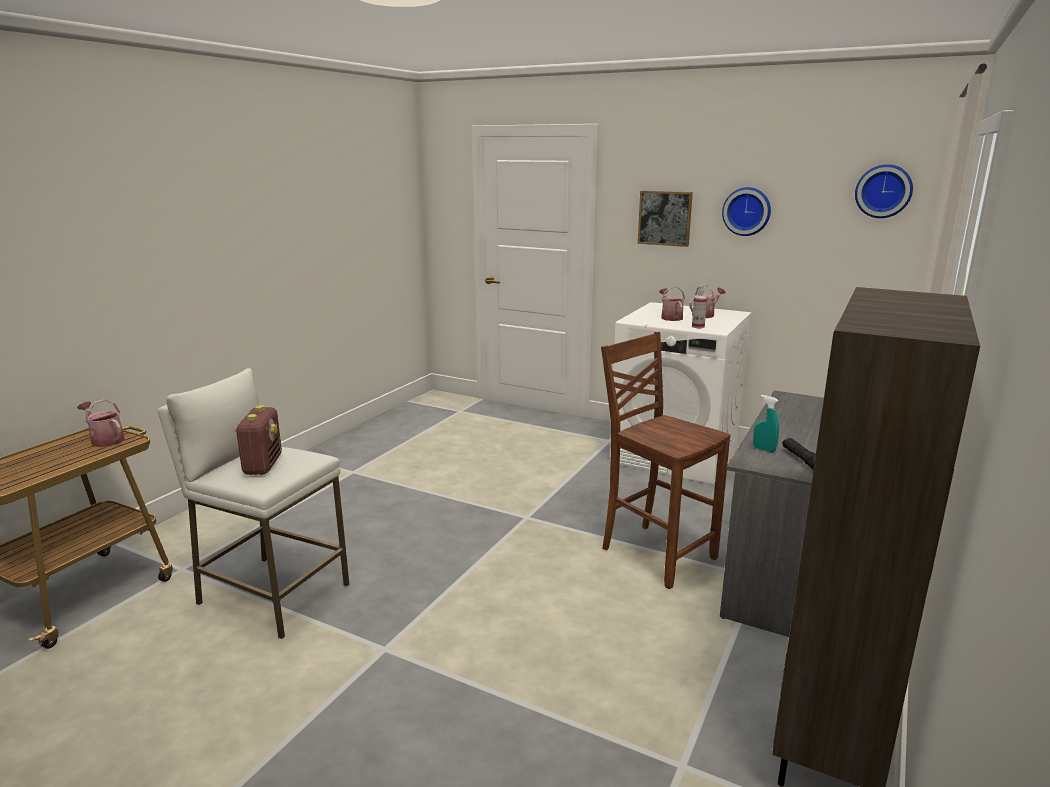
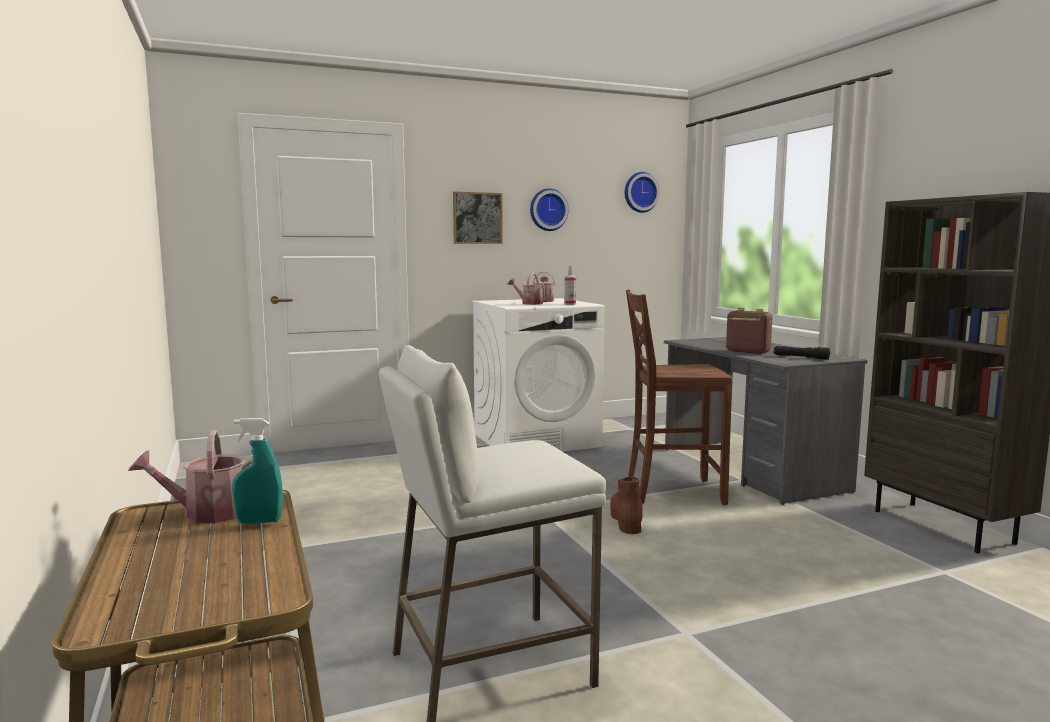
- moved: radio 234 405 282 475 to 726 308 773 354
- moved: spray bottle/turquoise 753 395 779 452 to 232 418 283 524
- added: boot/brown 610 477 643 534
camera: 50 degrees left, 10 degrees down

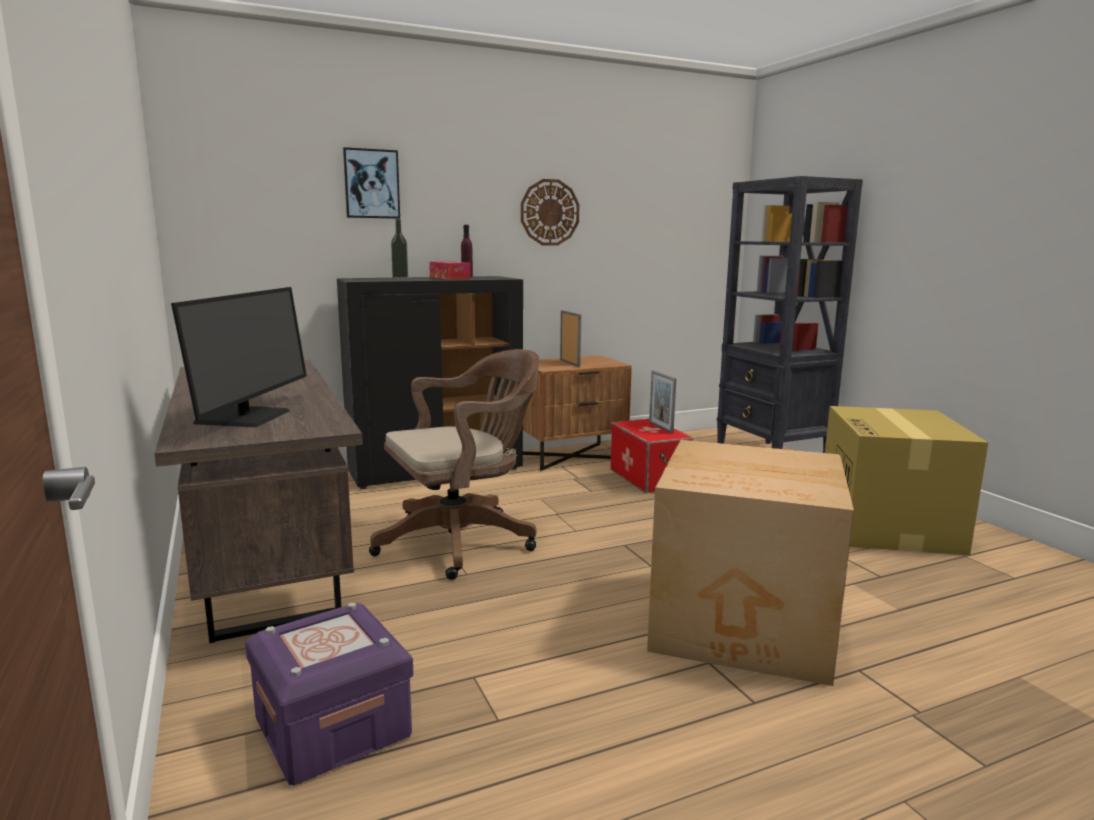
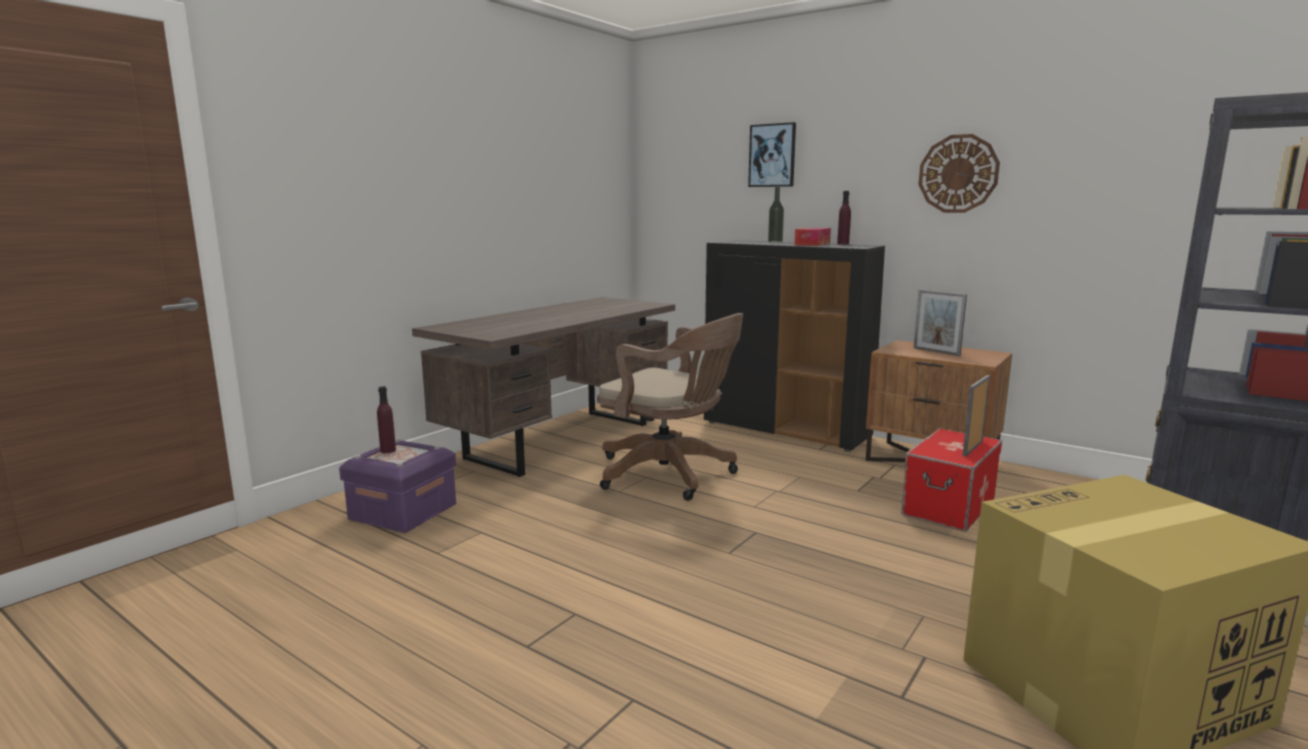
- removed: monitor 171 287 307 427
- turned: picture frame 560 310 581 367 = 914 289 967 356 105 degrees clockwise
- removed: cardboard box 647 440 854 686
- added: bottle/purple 377 386 396 453
camera: 60 degrees right, 0 degrees up

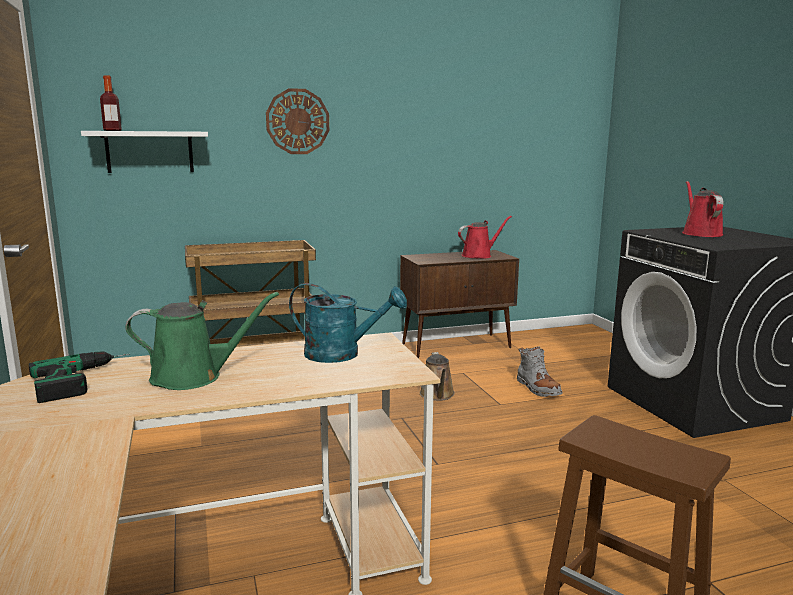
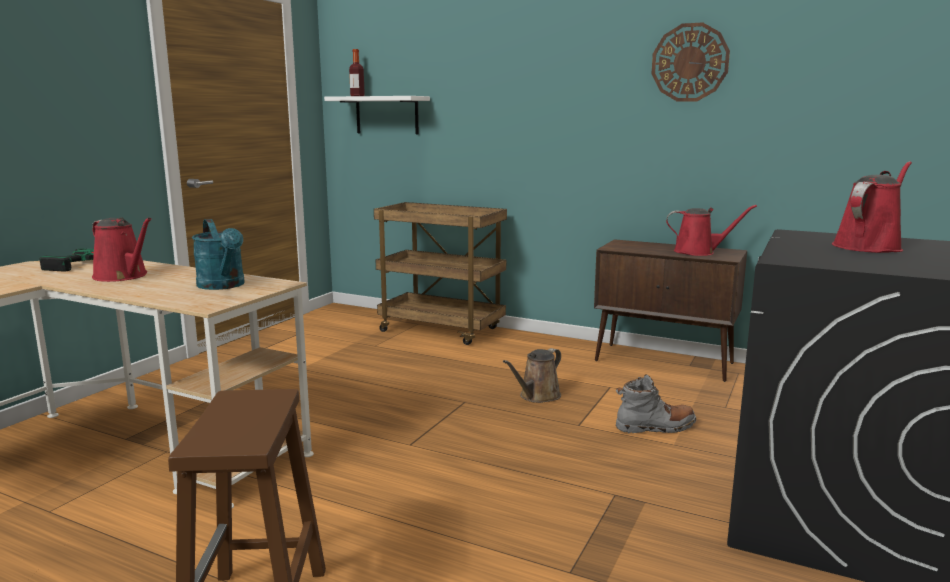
- recoloured: watering can/green 125 292 279 390 to watering can/red 92 217 152 282
- moved: wall clock 266 88 329 154 to 652 22 730 102
- turned: boot/grey 517 346 563 397 = 616 374 696 434 120 degrees counterclockwise
camera: 45 degrees right, 0 degrees up

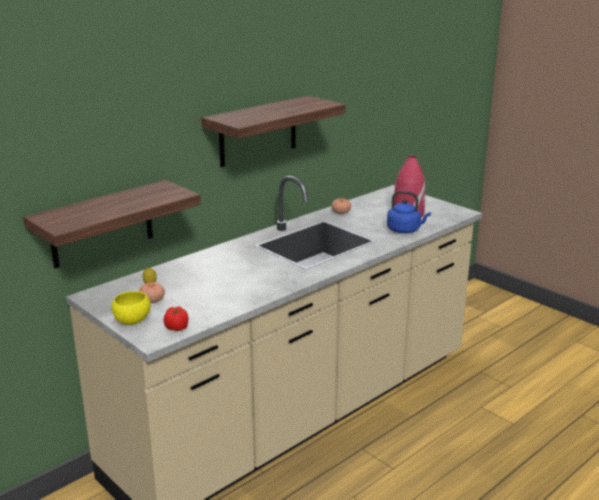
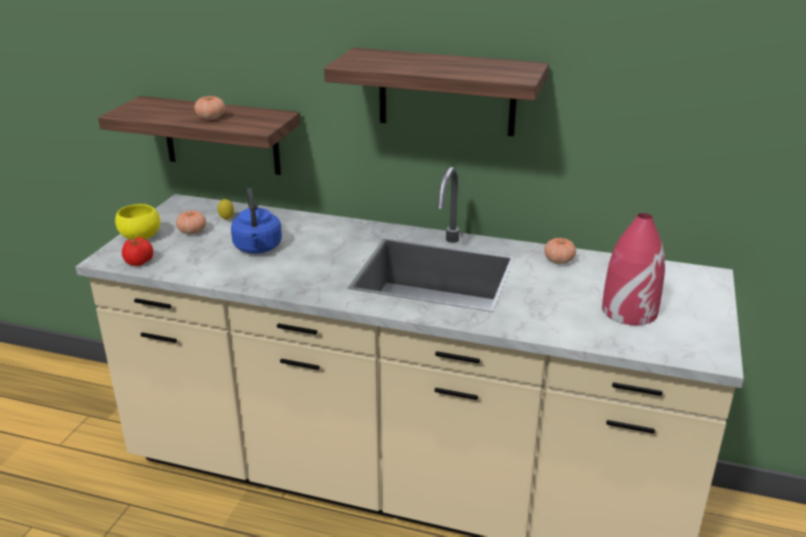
- moved: kettle/blue 387 191 431 233 to 231 188 282 254
- added: tomato 194 96 225 120
camera: 60 degrees right, 5 degrees up

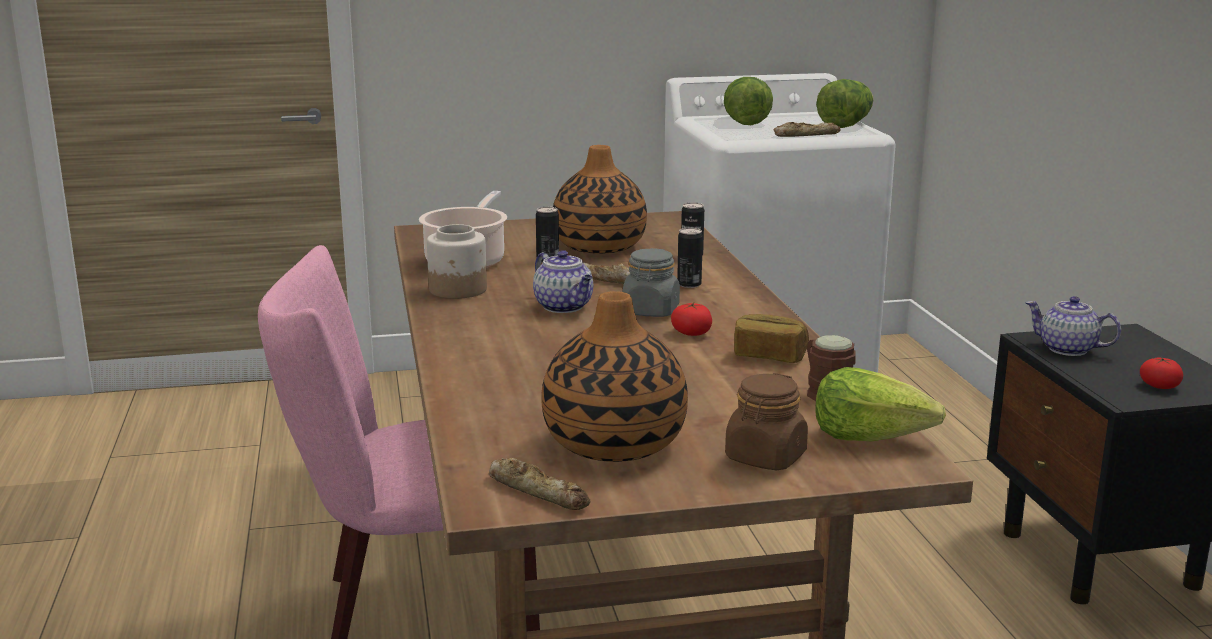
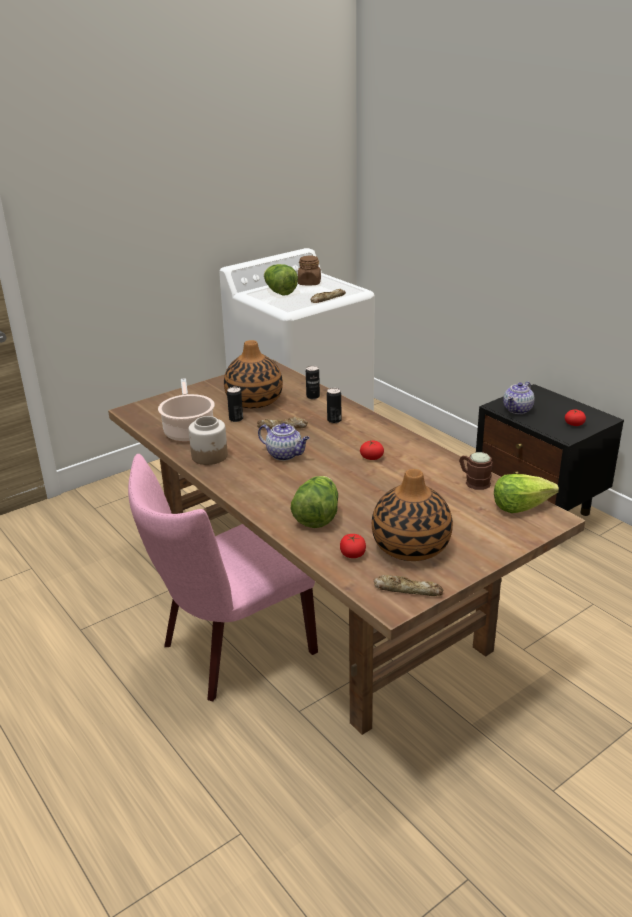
- removed: jar/grey 622 248 680 317
- moved: jar/brown 725 373 808 470 to 298 256 321 286
- removed: bread 734 314 809 363
- moved: lettuce 816 79 874 128 to 291 476 338 528
- turned: teapot 1025 296 1121 356 = 503 381 534 414 60 degrees counterclockwise
- added: tomato 340 534 366 558
camera: 25 degrees left, 10 degrees up

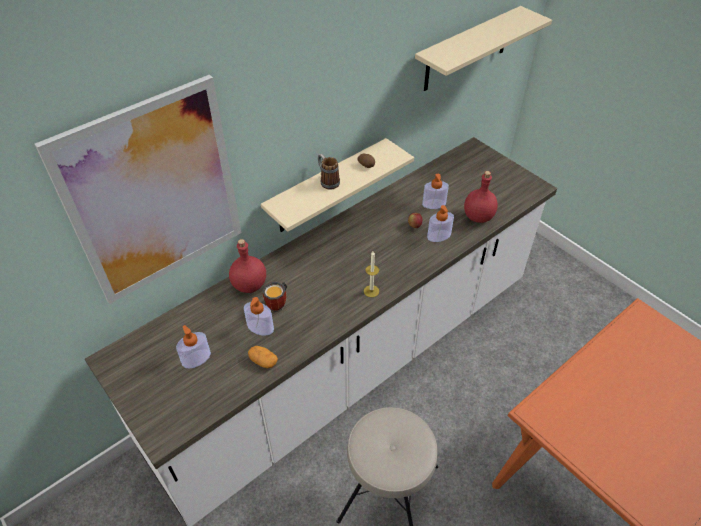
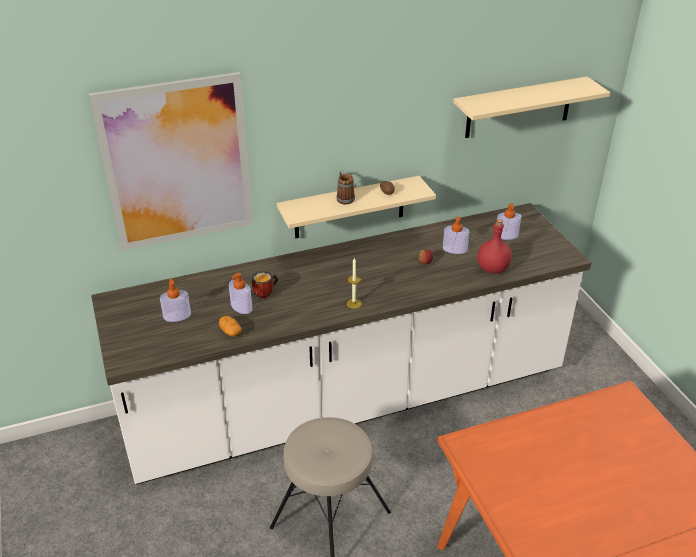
- removed: bottle/red 229 239 266 293
- moved: soap dispenser 427 205 454 242 to 497 203 522 240
camera: 20 degrees right, 10 degrees down

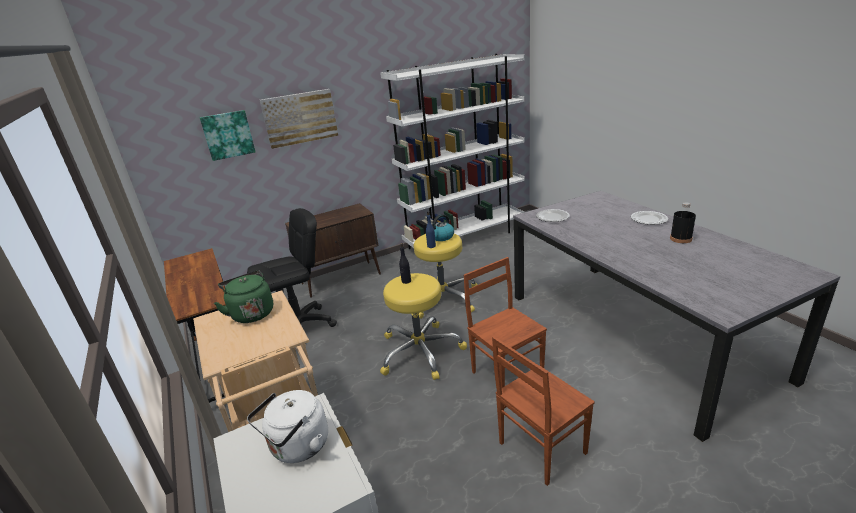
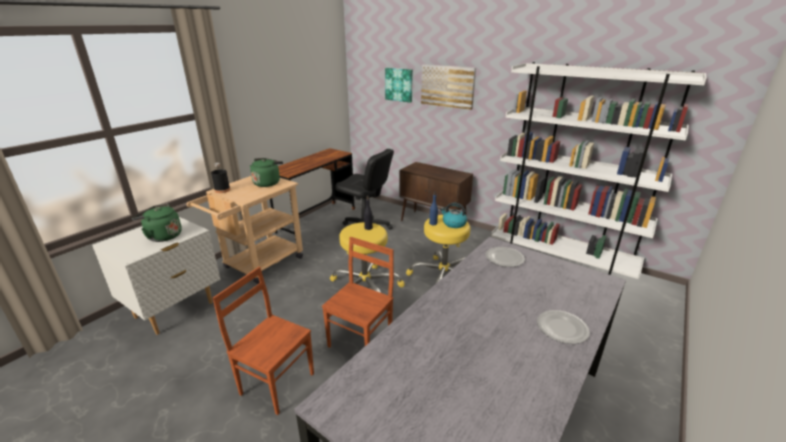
- recoloured: kettle/white 247 390 328 463 to kettle/green 132 204 182 242
- moved: bottle/black 670 203 696 243 to 211 163 230 193
camera: 60 degrees right, 0 degrees up

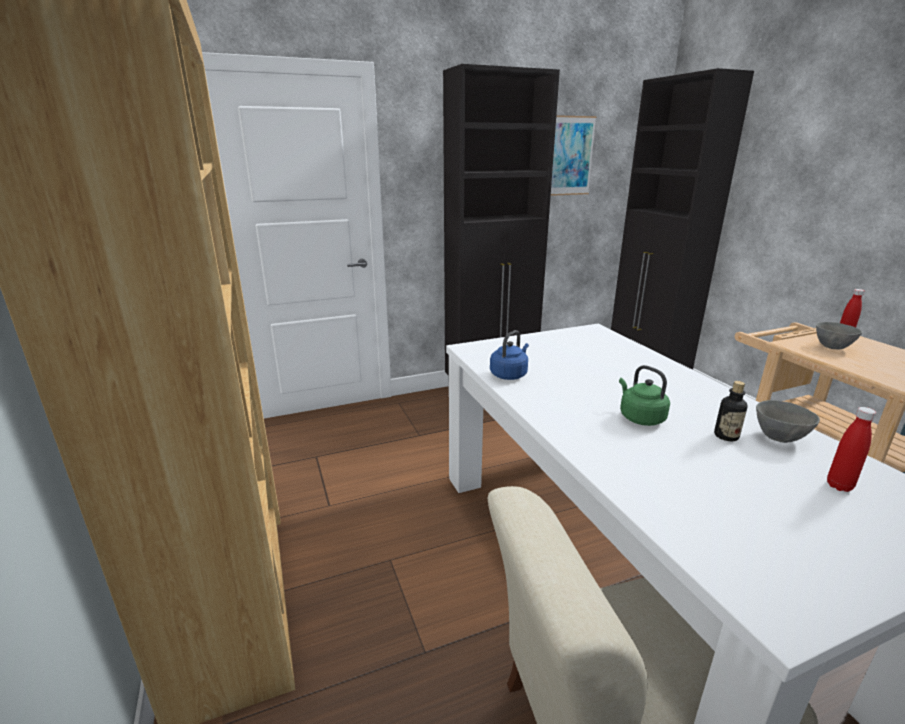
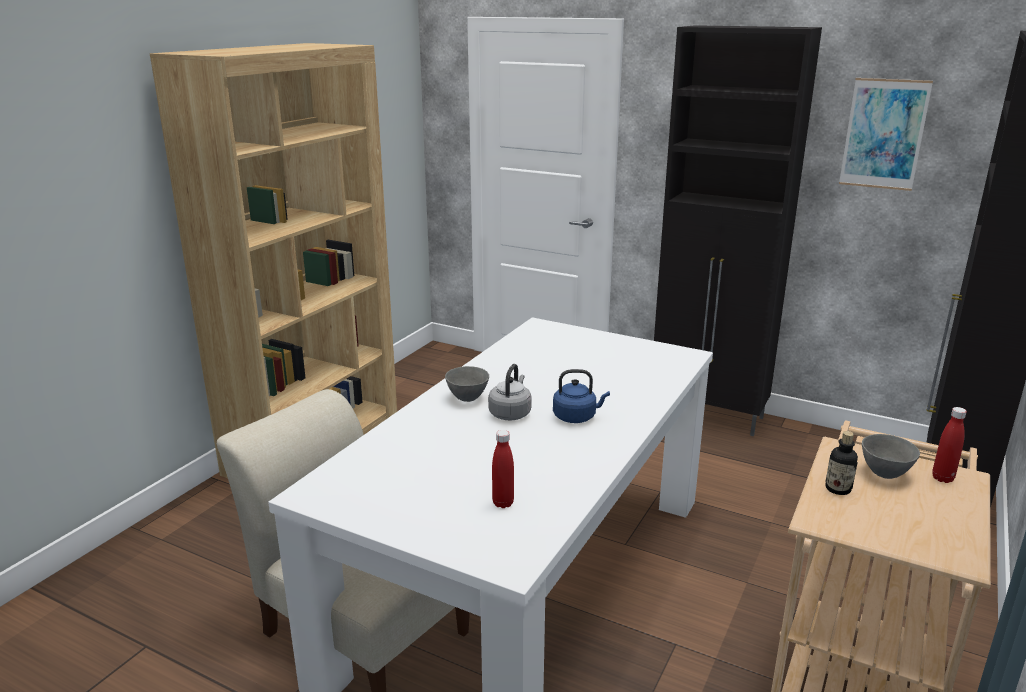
- moved: kettle/blue 490 330 529 380 to 553 369 610 423
- recoloured: kettle/green 619 365 670 426 to kettle/grey 488 364 532 421
- moved: bottle 714 381 748 441 to 826 431 858 495
- moved: bowl/grey 756 400 820 443 to 445 366 489 402
camera: 50 degrees right, 0 degrees up

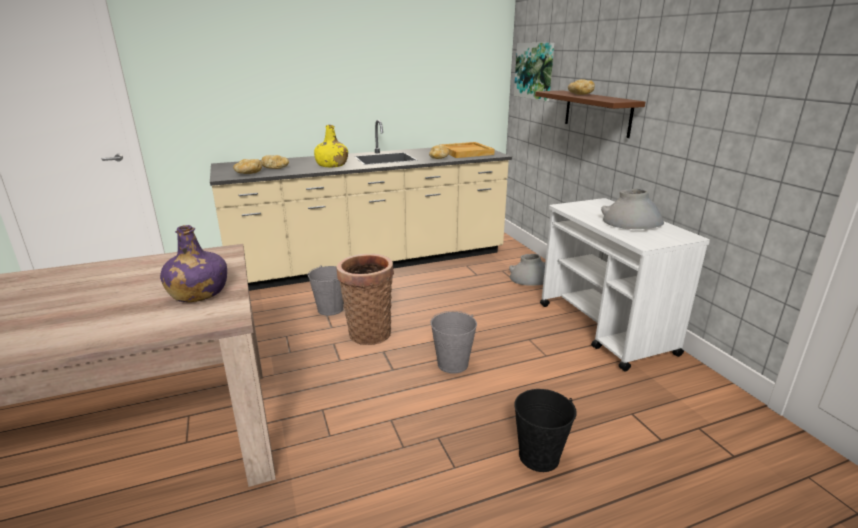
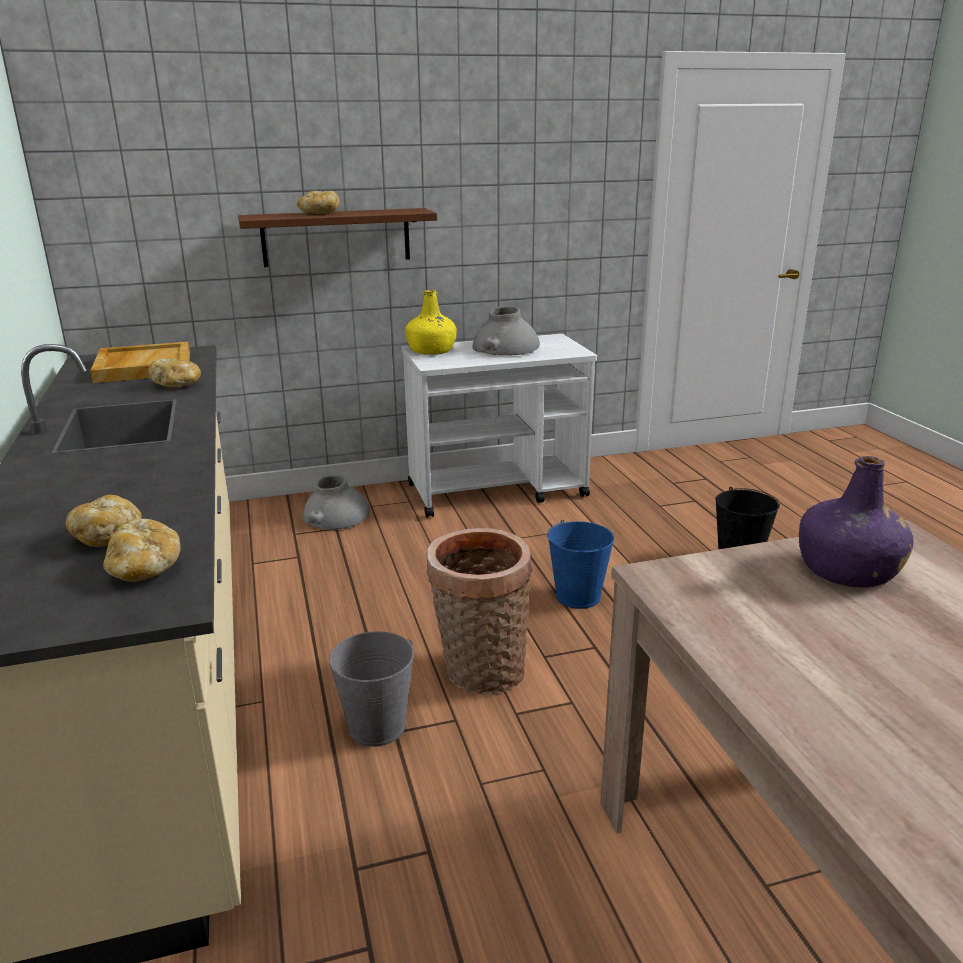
- moved: bottle/yellow 314 125 348 167 to 405 289 457 355
- recoloured: bucket/grey 431 311 477 374 to bucket/blue 547 520 614 609
- removed: picture 514 43 554 101
camera: 85 degrees left, 0 degrees up

